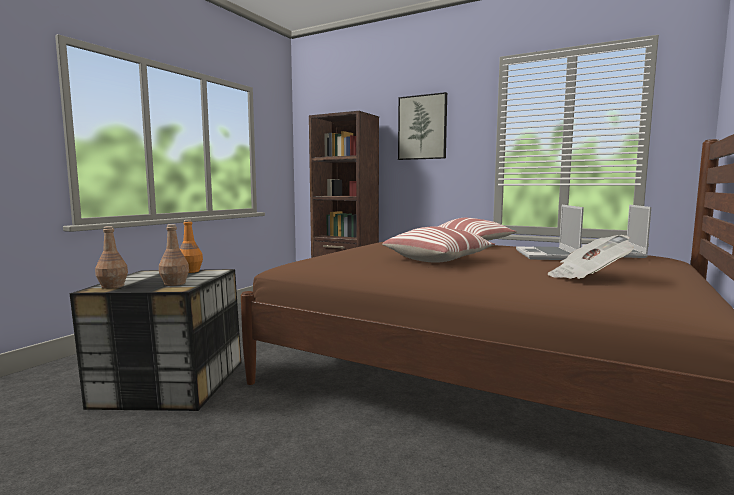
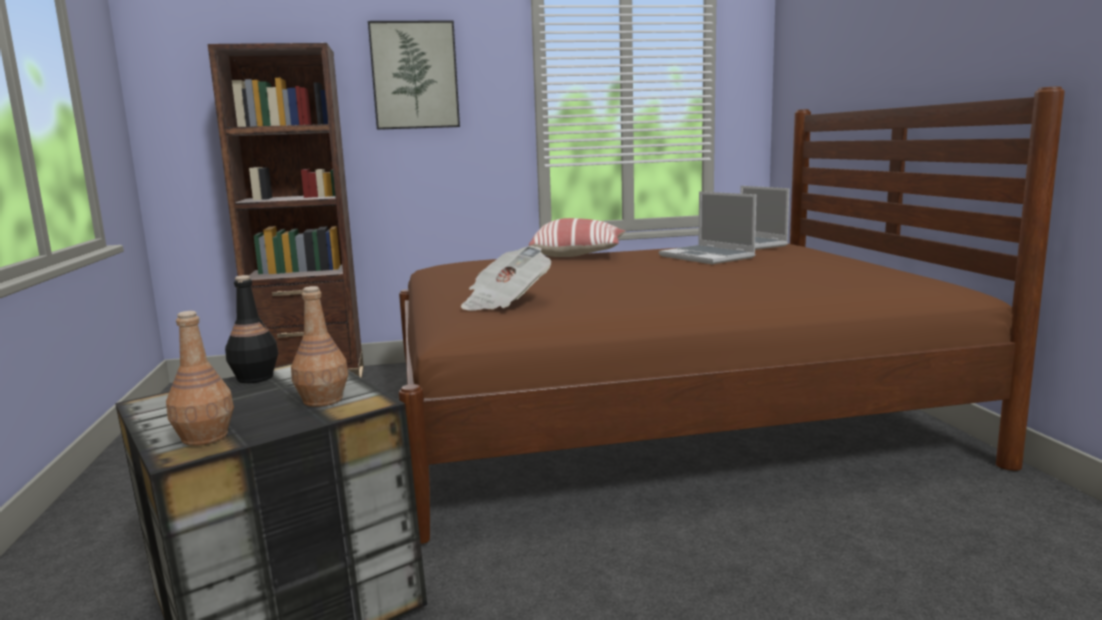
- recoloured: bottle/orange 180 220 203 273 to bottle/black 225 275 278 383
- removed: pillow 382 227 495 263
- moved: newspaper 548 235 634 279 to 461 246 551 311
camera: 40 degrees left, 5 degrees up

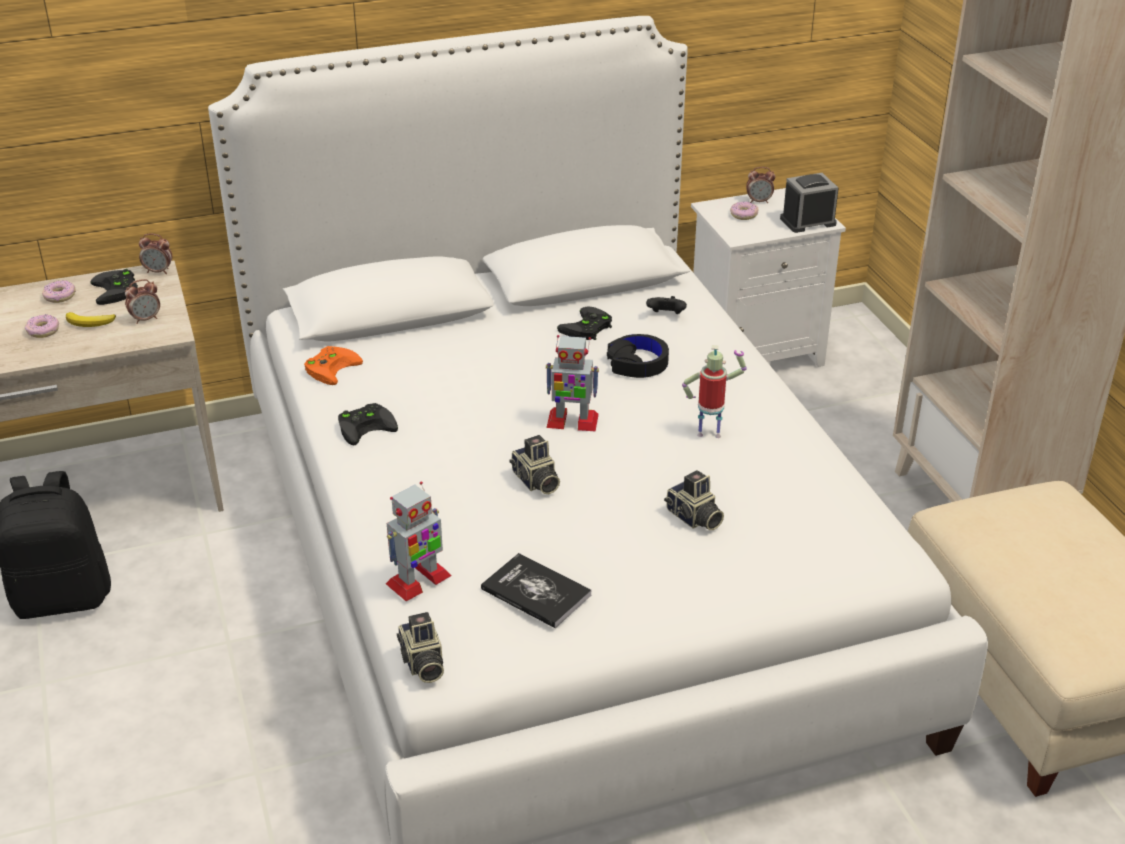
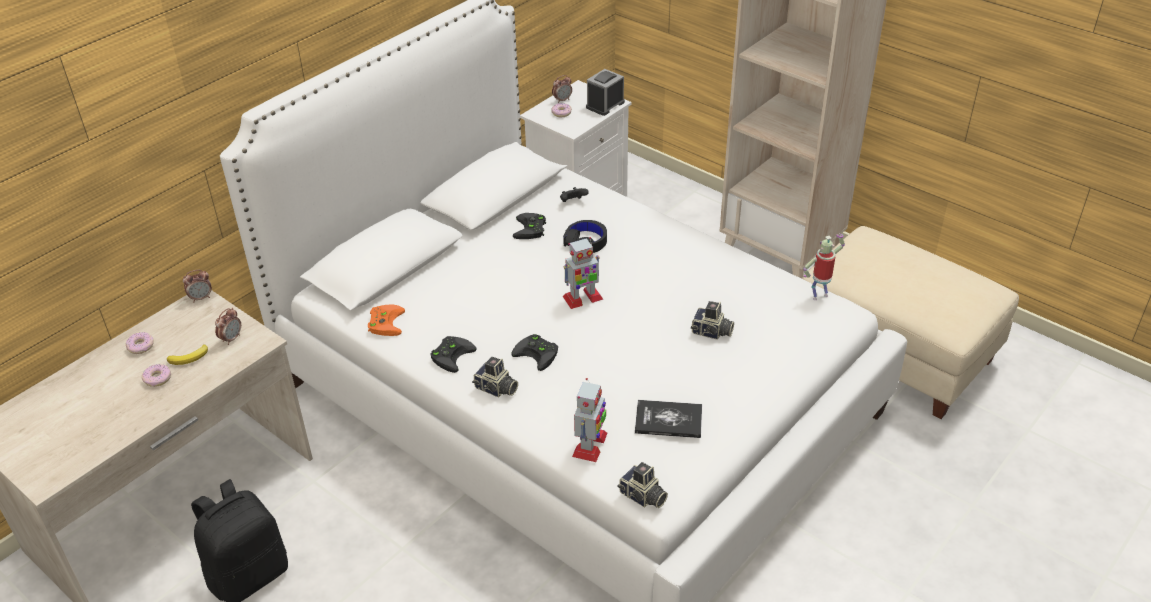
- moved: game controller/black 90 269 138 305 to 511 334 558 371
- moved: photo camera 509 435 560 494 to 472 357 518 398
- moved: toy robot 682 345 747 438 to 803 234 845 300
camera: 30 degrees left, 5 degrees up

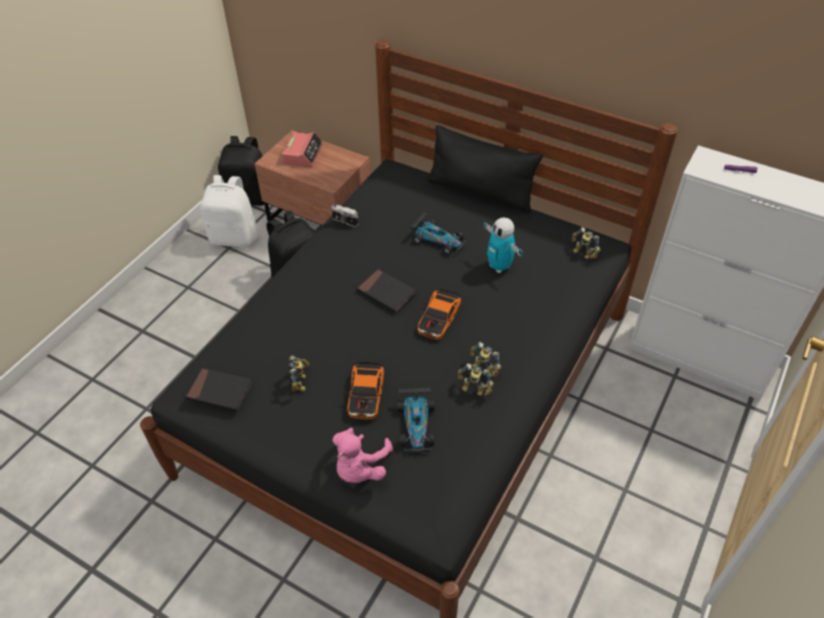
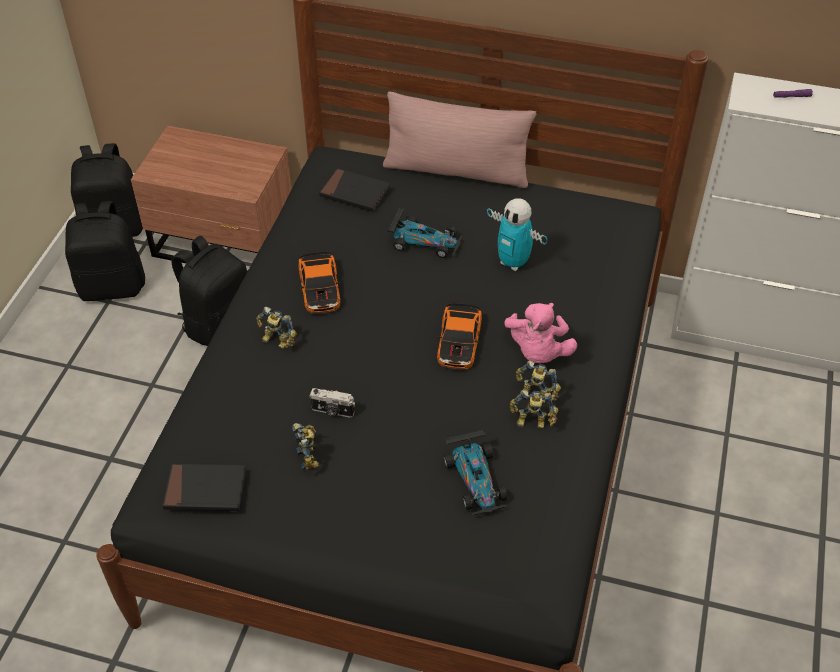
- recoloured: backpack/white 200 175 258 247 to backpack/black 65 201 145 301
- removed: alarm clock 282 132 323 167
- moved: photo camera 332 204 358 227 to 310 388 355 418
- moved: plush toy/pink 332 428 393 483 to 505 303 577 363
- moved: toy car 347 362 384 421 to 299 252 341 314
- moved: book/black 357 269 416 313 to 319 168 390 212
- recoloured: pillow/black 427 125 543 213 to pillow/pink 383 92 536 188
- moved: toy robot 572 227 601 259 to 256 306 297 348
camera: 15 degrees left, 0 degrees up

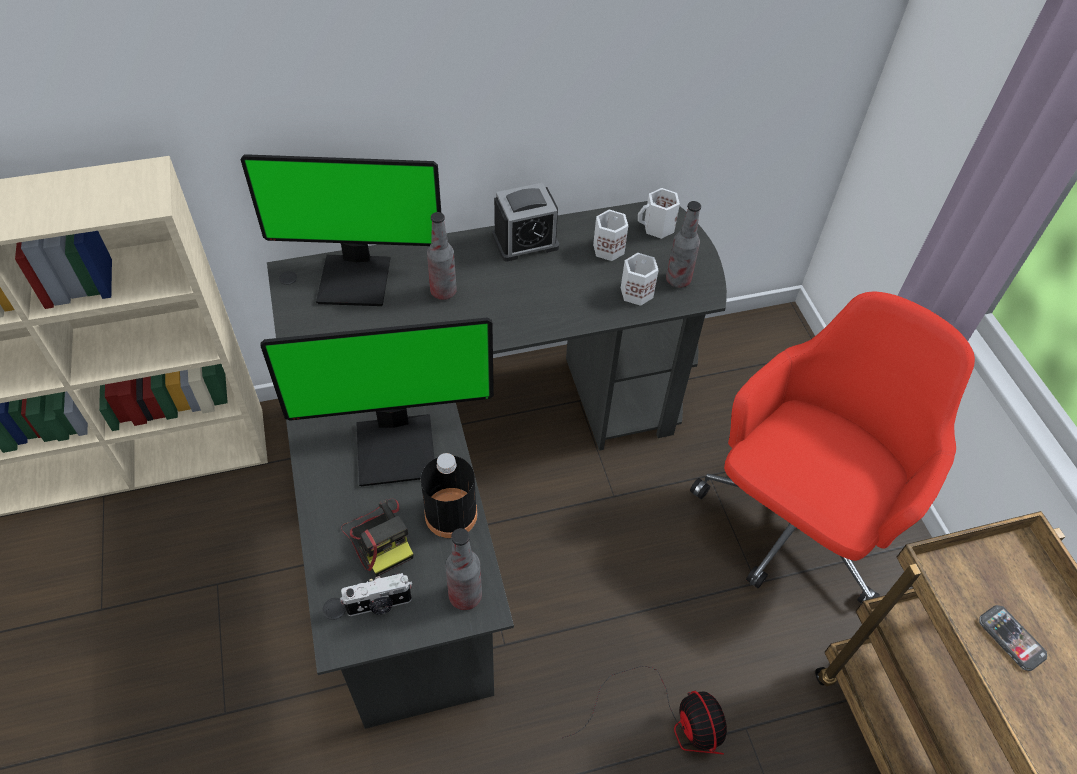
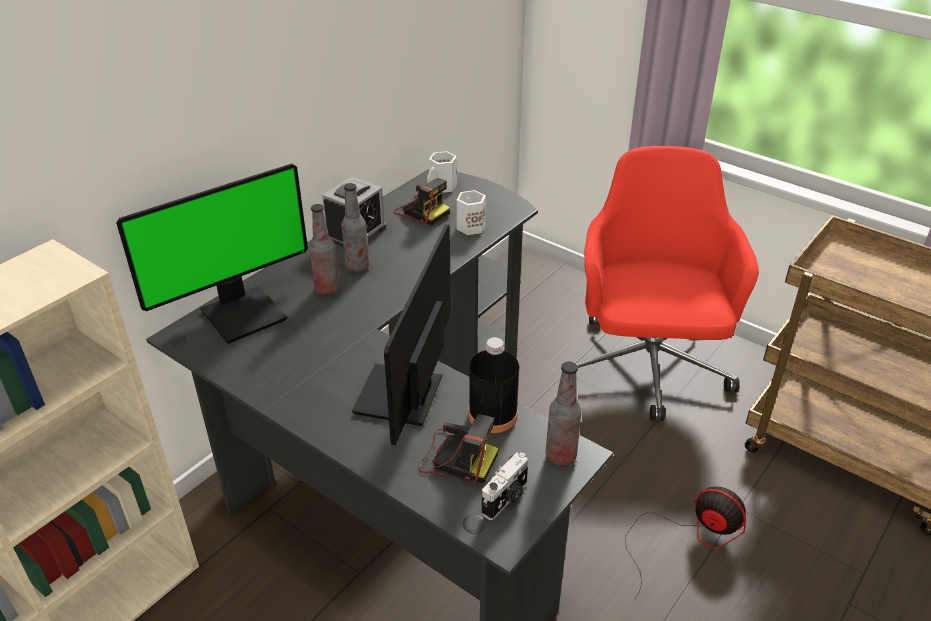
- turned: monitor 260 318 494 486 = 352 224 451 445 150 degrees clockwise
- replaced: mug/white 593 210 628 261 to photo camera 393 178 450 225
- moved: bottle 666 201 701 288 to 341 183 369 272
- removed: phone 979 605 1047 671
camera: 35 degrees left, 15 degrees down

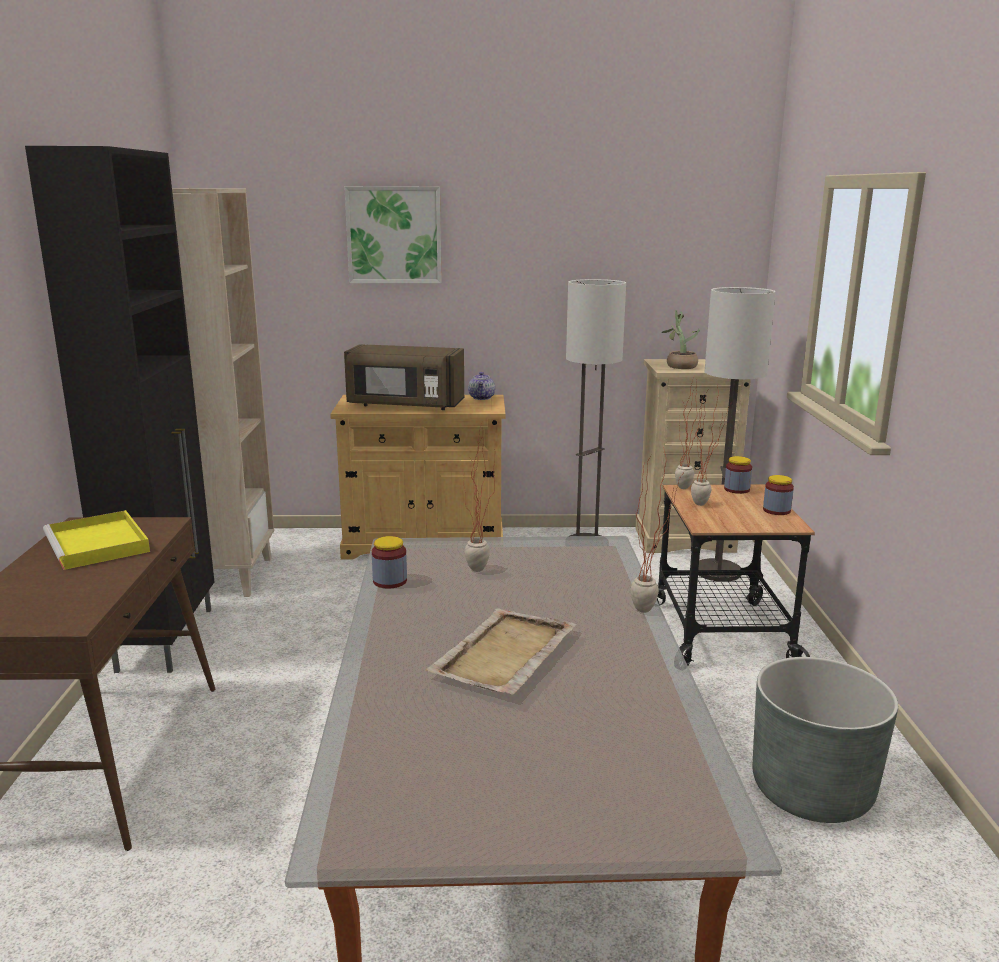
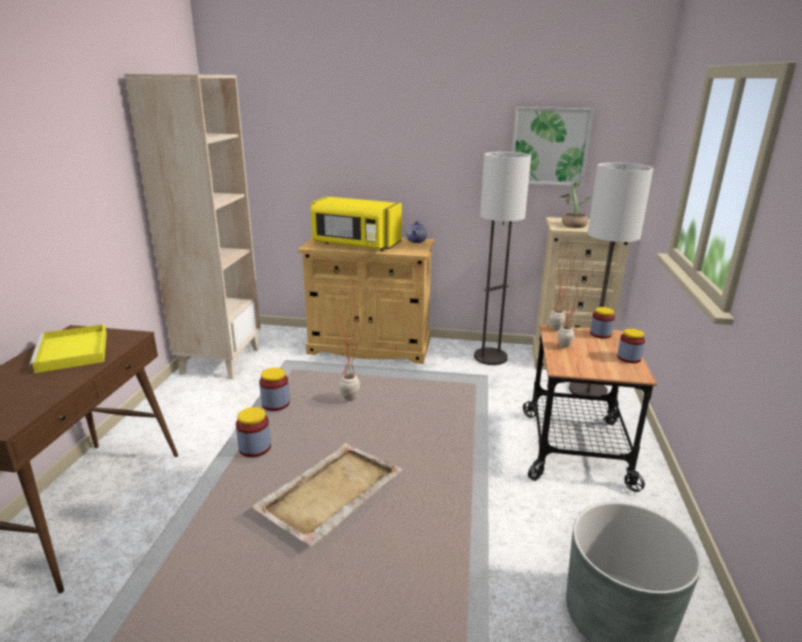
- removed: cabinet/black 25 146 214 673
- moved: picture 344 186 442 284 to 512 107 593 186
- recoloured: microwave/brown 344 344 464 410 to microwave/yellow 311 197 402 251
- removed: potted plant 630 446 685 613
- added: jar 236 407 271 457
camera: 10 degrees right, 5 degrees up

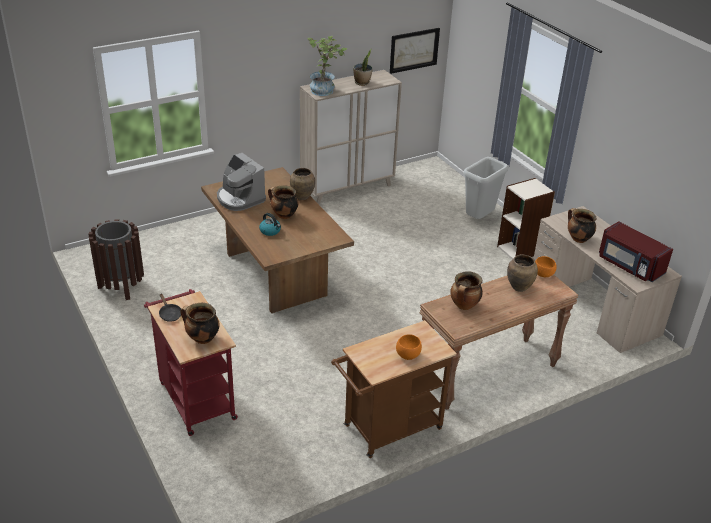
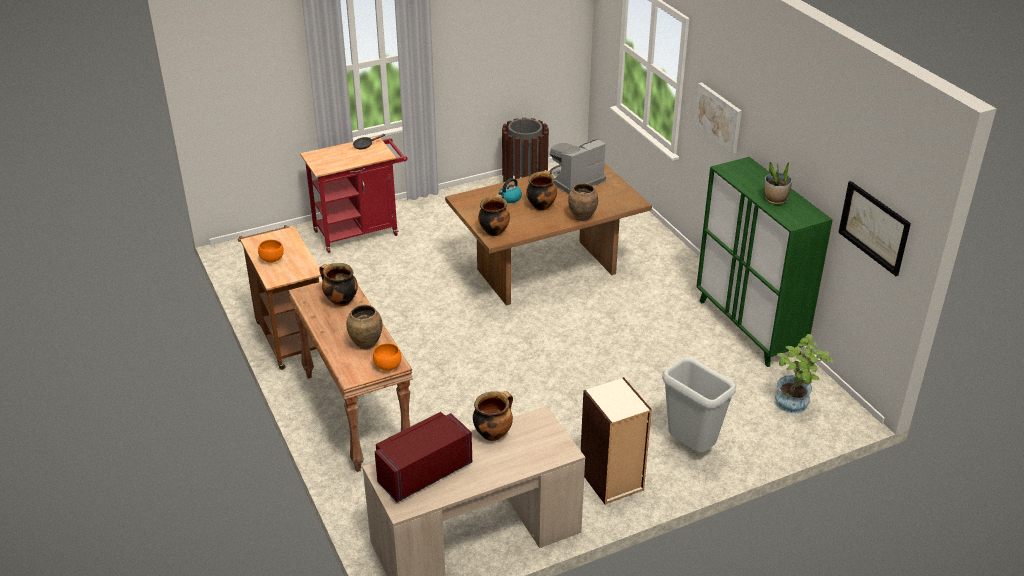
- moved: cooking pot 180 303 219 344 to 478 194 510 236
- recoloured: cabinet/beige 300 70 402 205 to cabinet/green 697 157 833 367
- moved: potted plant 307 36 348 96 to 775 334 835 414
- added: picture 694 82 742 154
camera: 95 degrees right, 0 degrees up

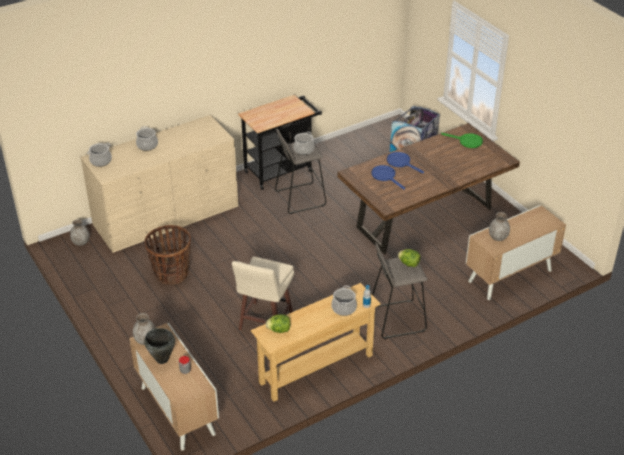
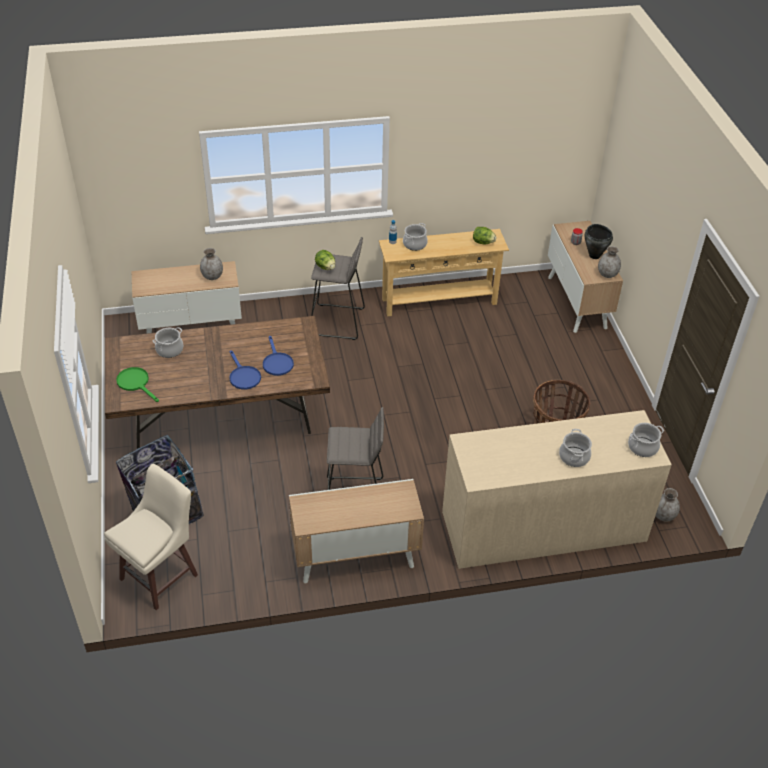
- moved: stool/beige 232 257 294 330 to 104 464 198 610
- replaced: cart/black 238 95 322 190 to cabinet 289 479 424 584
- moved: cooking pot 293 131 315 155 to 153 327 183 358
camera: 160 degrees left, 5 degrees up

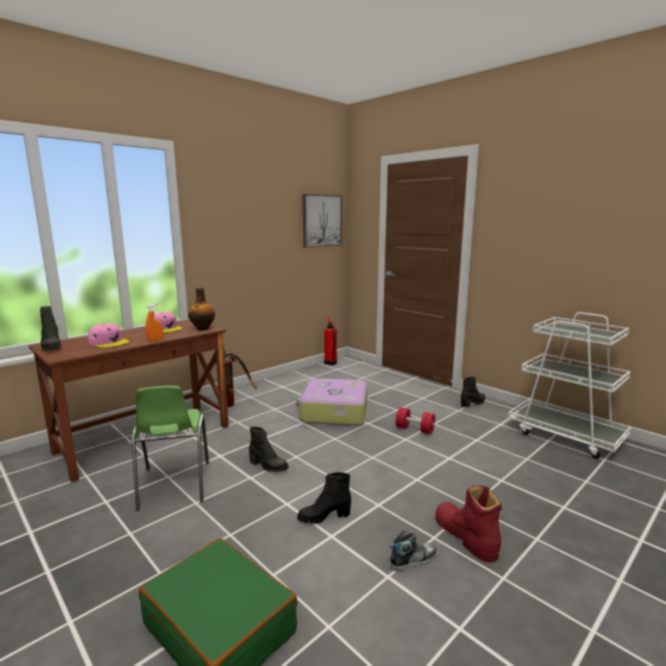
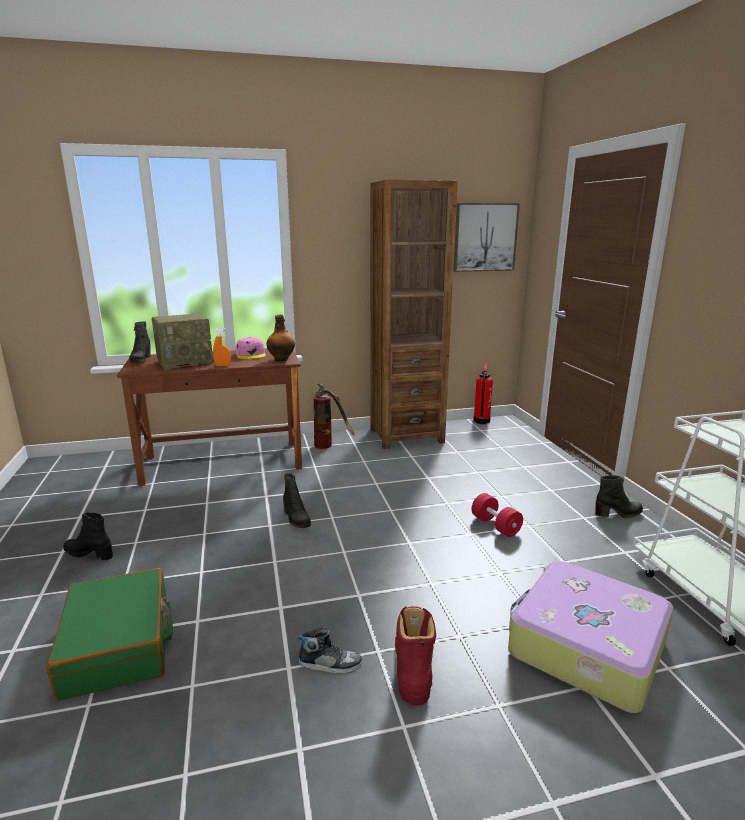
- replaced: cap/pink 88 324 129 348 to radio 151 313 214 370
- removed: chair/green 131 386 209 511
- moved: suitcase 296 378 367 426 to 508 561 673 713
- moved: boot/black 297 472 351 524 to 63 512 113 560
- added: bookcase/brown 370 179 458 449
camera: 30 degrees right, 5 degrees up

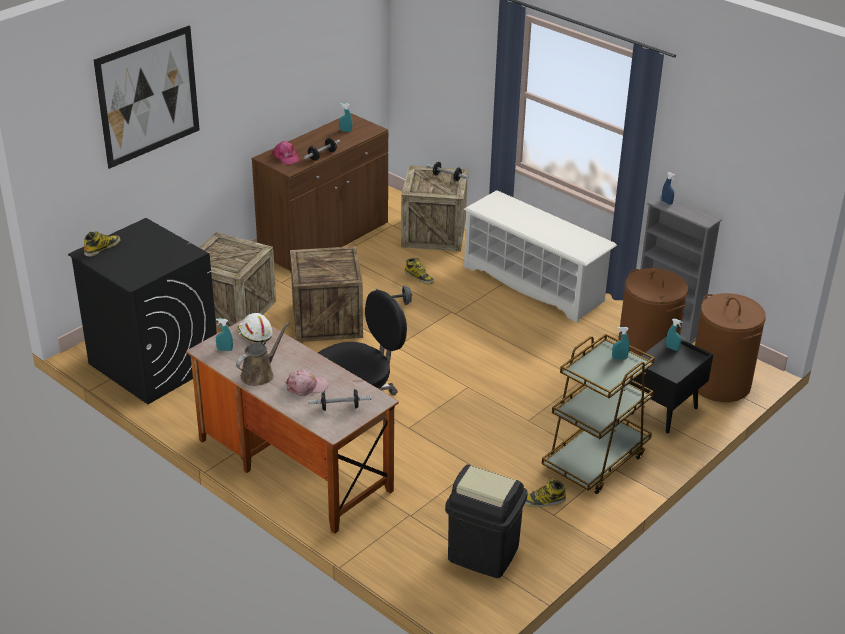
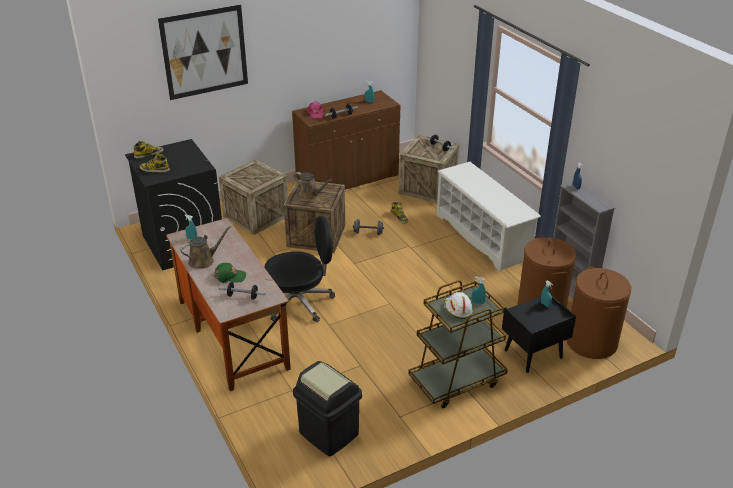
- moved: hard hat/white 238 313 273 342 to 444 292 472 319
- recoloured: cap/pink 285 370 328 396 to cap/green 214 263 246 283
- moved: boot 524 479 566 507 to 140 154 170 172
- added: watering can/brown 293 172 333 200
camera: 20 degrees right, 0 degrees up

